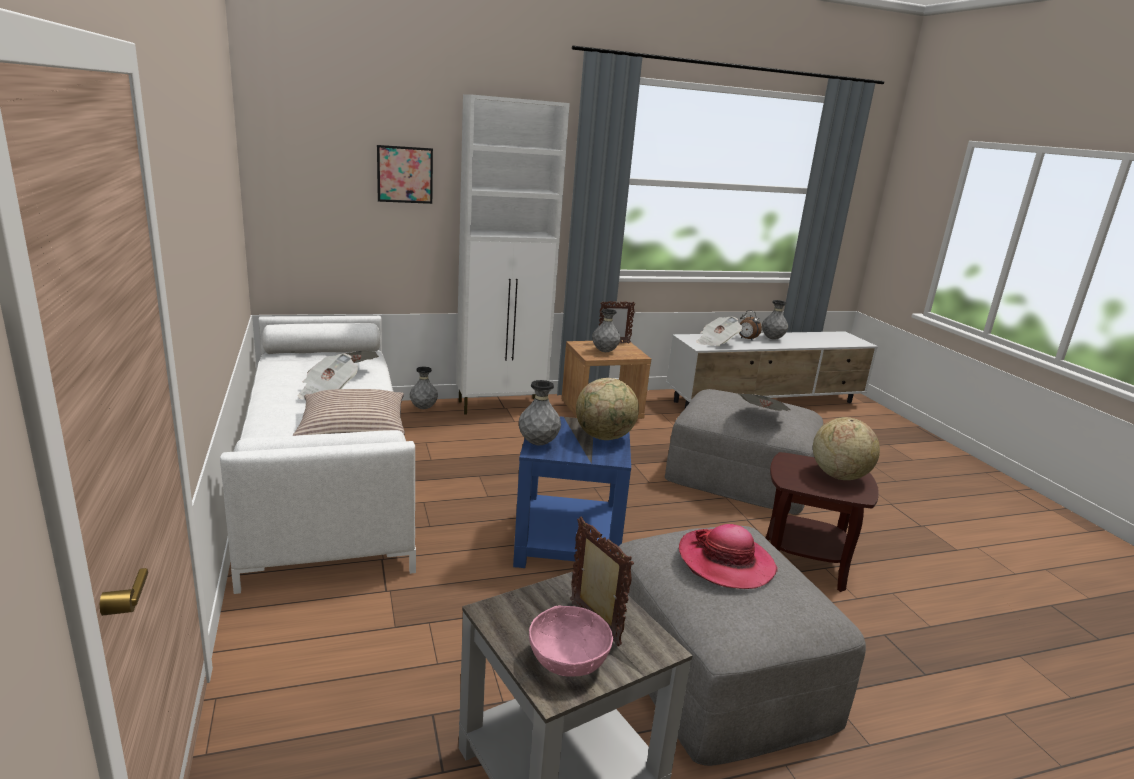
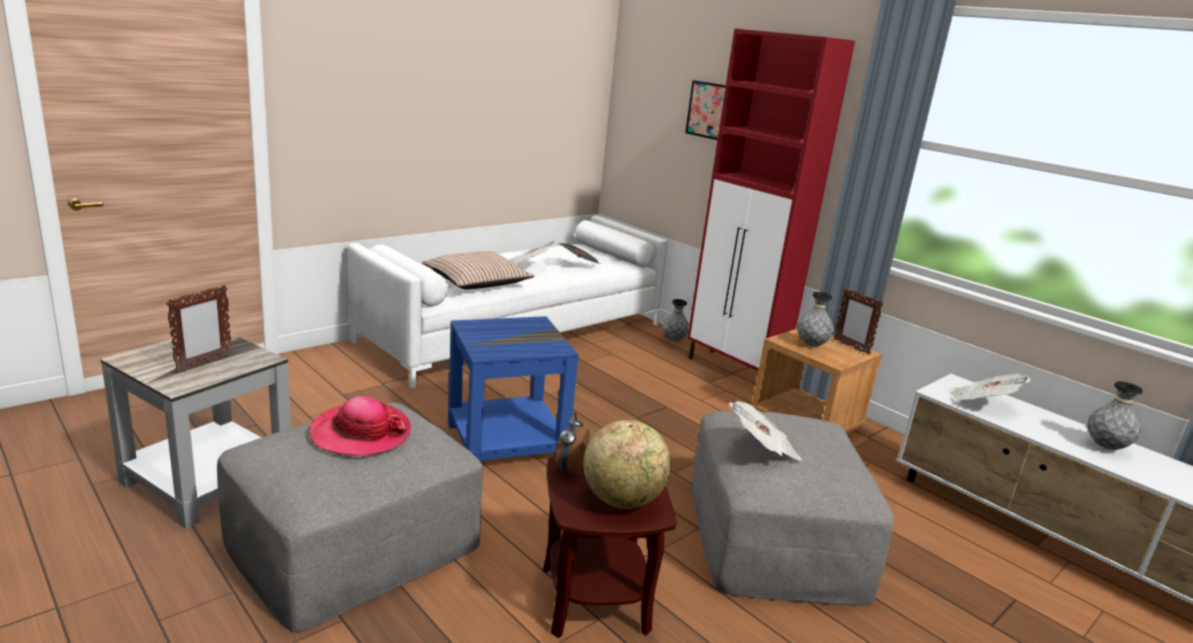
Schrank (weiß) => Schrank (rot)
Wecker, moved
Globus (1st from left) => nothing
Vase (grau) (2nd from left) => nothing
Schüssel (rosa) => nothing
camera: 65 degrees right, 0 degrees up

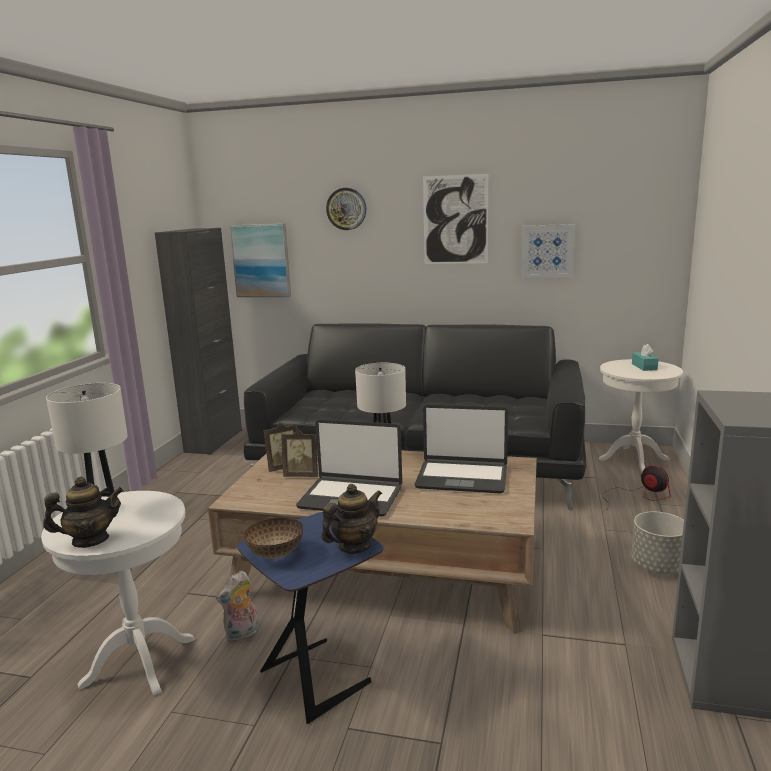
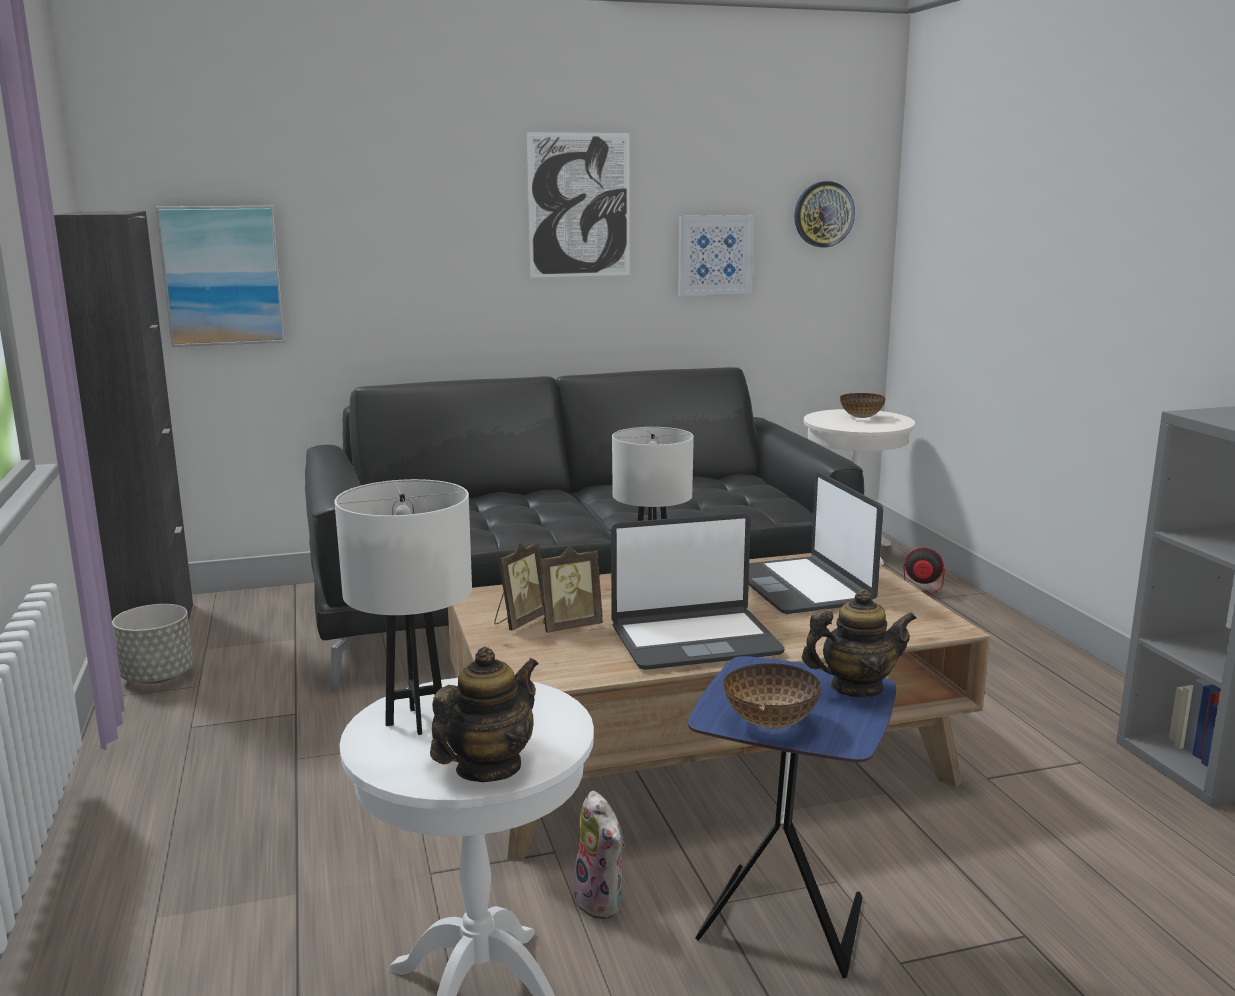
Wanduhr, moved
Taschentuchbox (türkis) => Schüssel (2nd from left)
Laptop (2nd from left), 90 degrees clockwise
Teekanne (2nd from left), 60 degrees clockwise
Pflanzkübel (grau), moved
Plüschtier, 45 degrees counterclockwise
camera: 30 degrees left, 0 degrees up

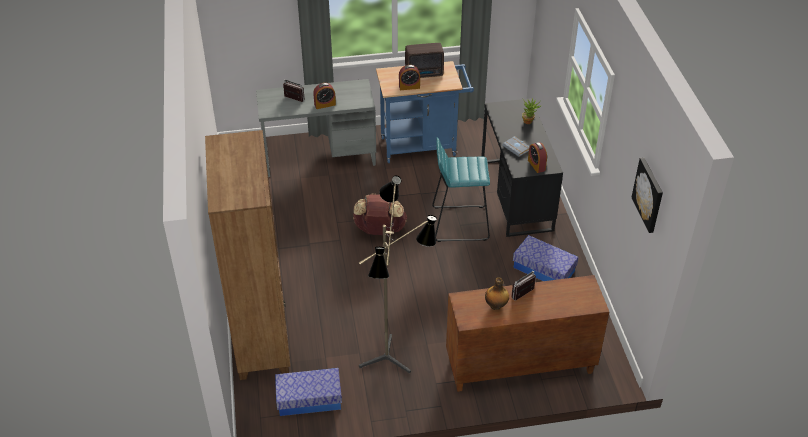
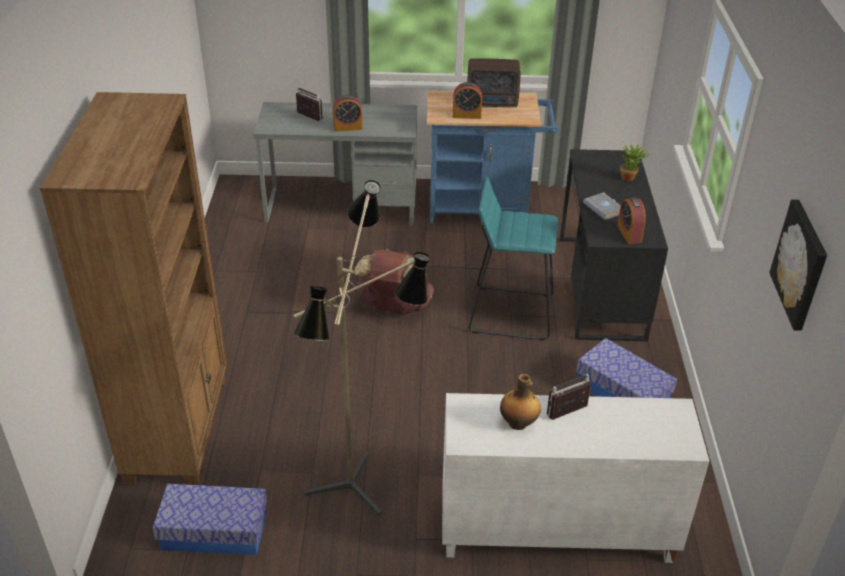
Schrank (braun) => Schrank (weiß)
camera: 10 degrees right, 5 degrees down

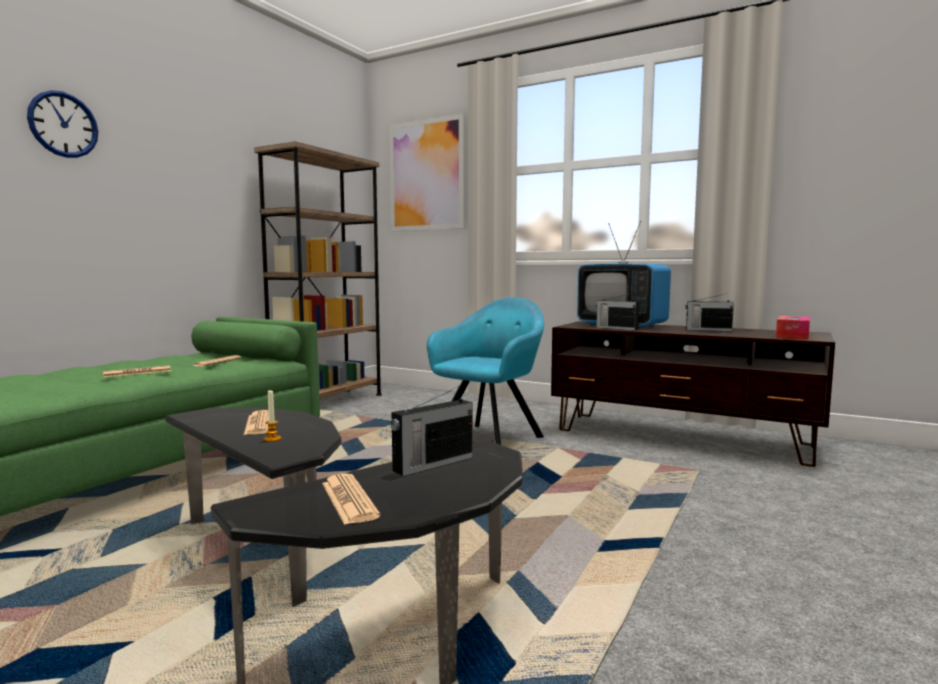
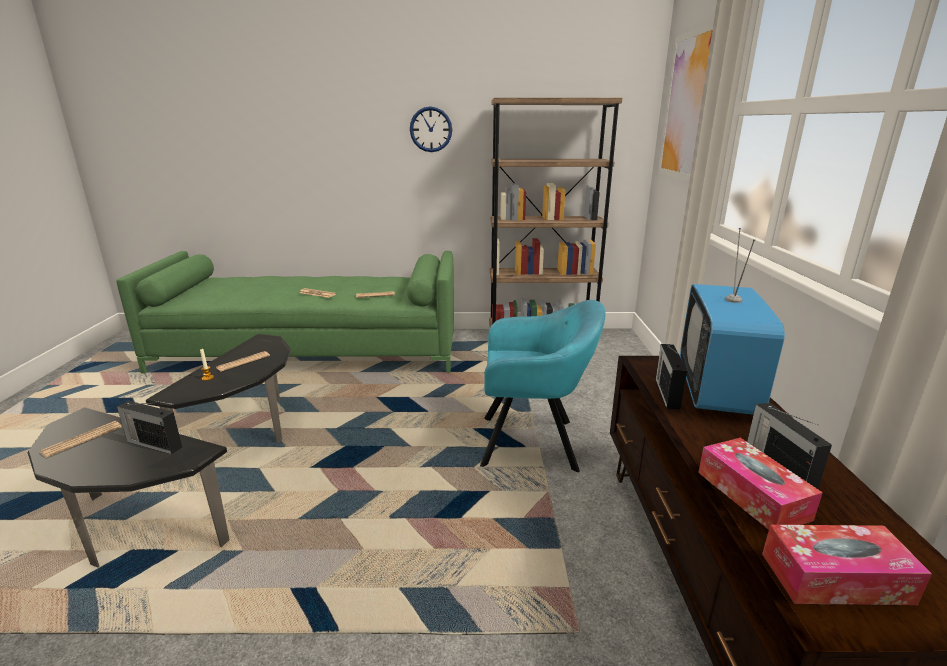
Wanduhr, moved
nothing => Taschentuchbox (1st from left)
camera: 60 degrees right, 15 degrees up

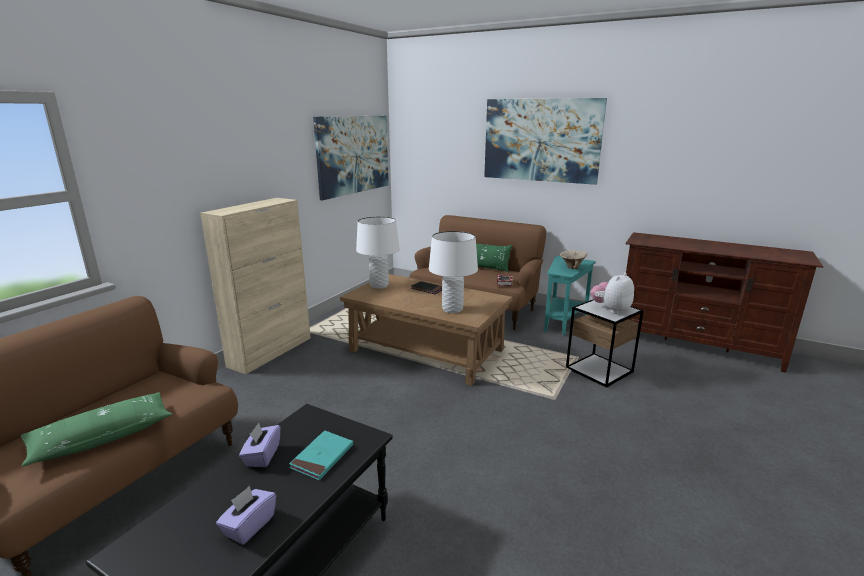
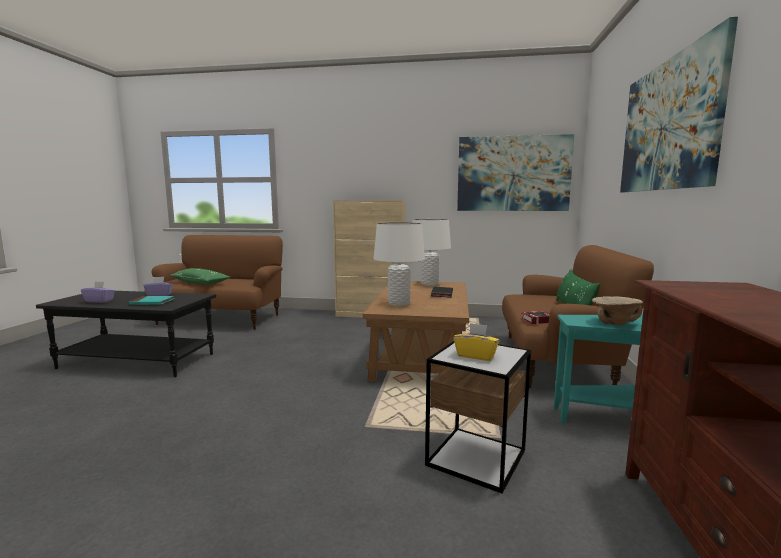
Plüschtier => Taschentuchbox (gelb)
camera: 70 degrees right, 10 degrees down

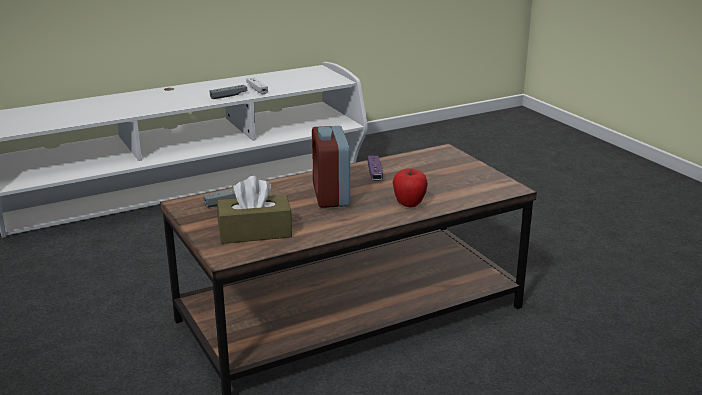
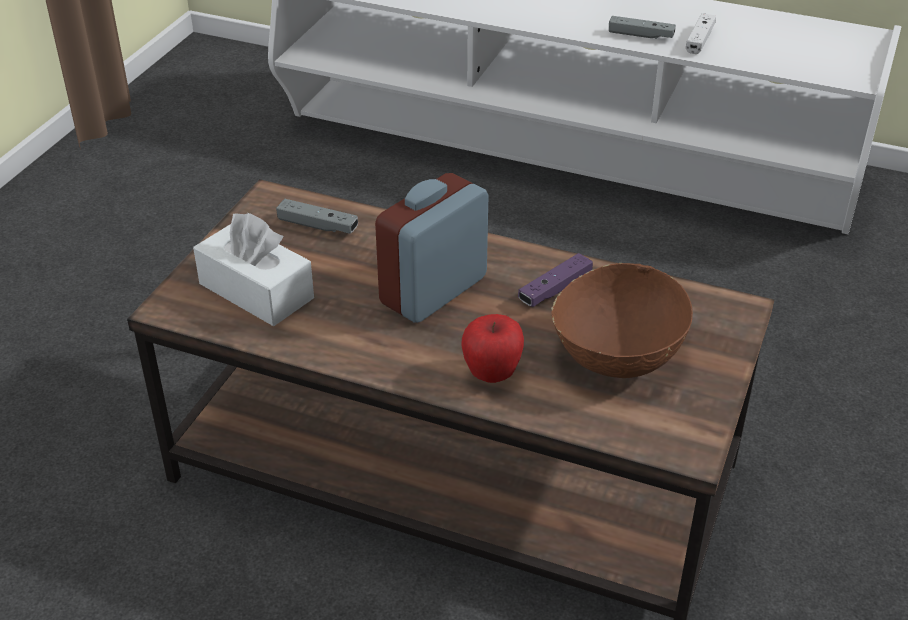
Taschentuchbox (braun) => Taschentuchbox (weiß)
nothing => Schüssel (braun)
camera: 50 degrees right, 15 degrees up

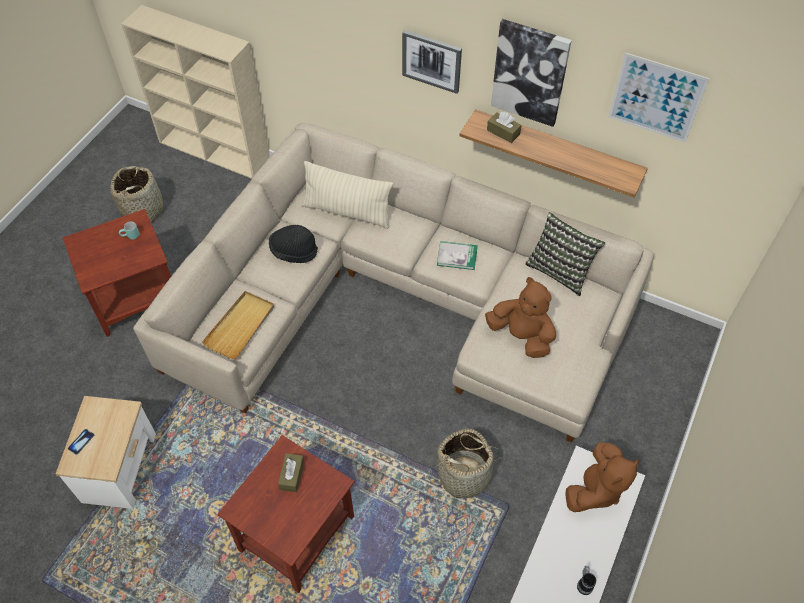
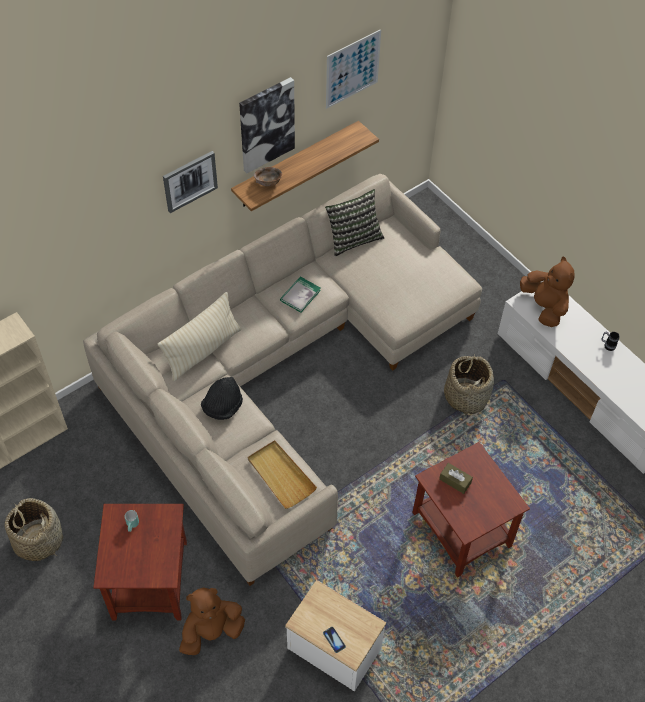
Taschentuchbox (braun) (2nd from left) => Schüssel (braun)
Plüschtier (braun) (1st from left), moved
camera: 65 degrees left, 0 degrees up

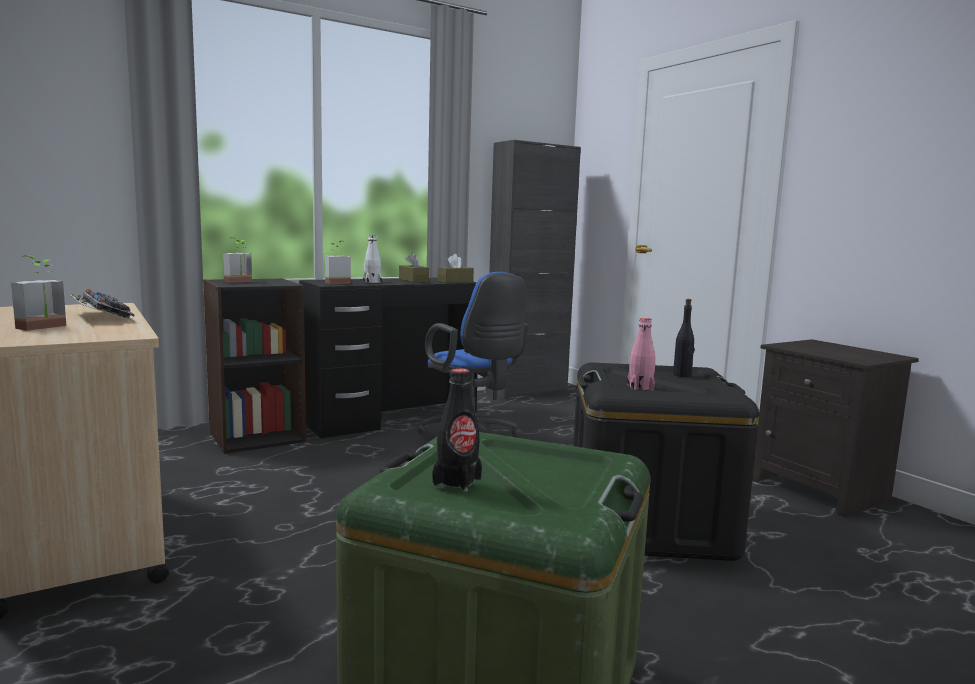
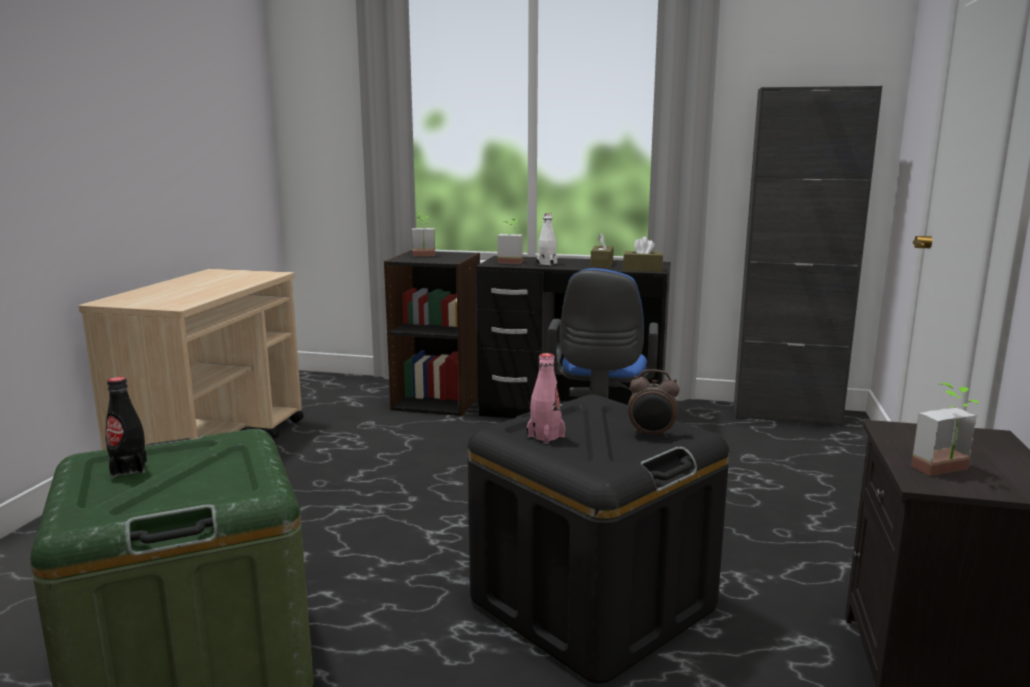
Topfpflanze (1st from left in the first image) => Topfpflanze (3rd from left), moved
Tastatur => nothing
Flasche (schwarz) (2nd from left) => Wecker
camera: 45 degrees right, 5 degrees up

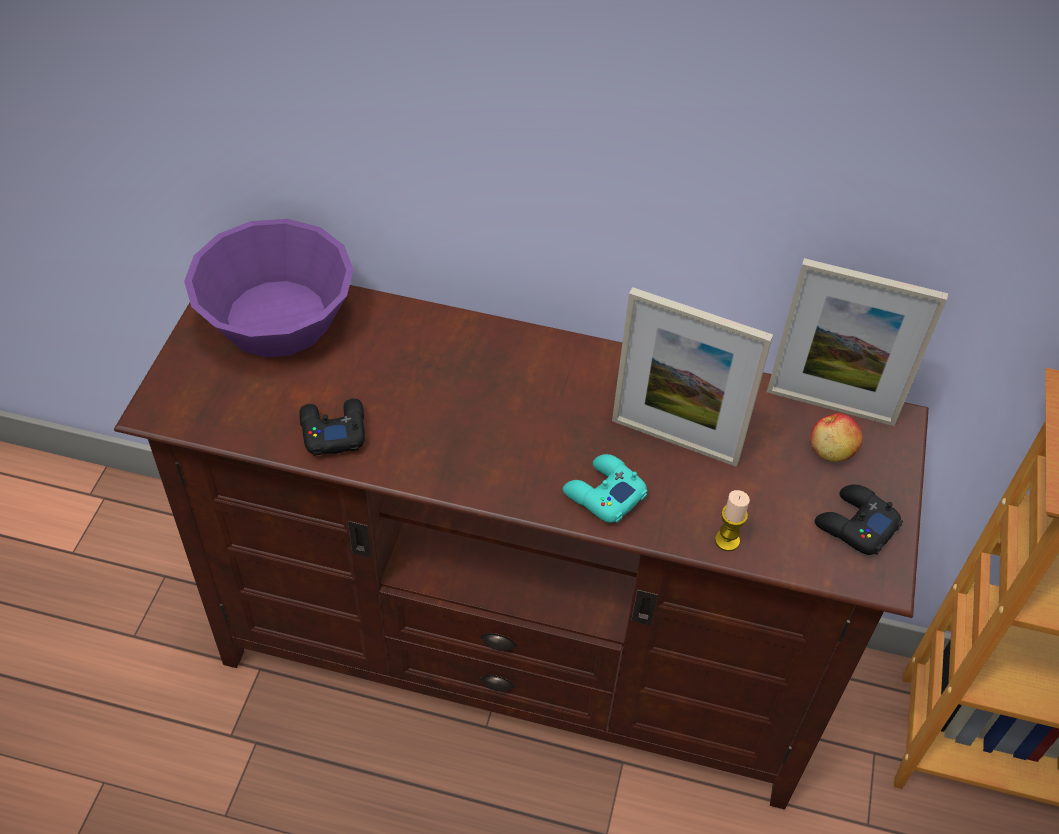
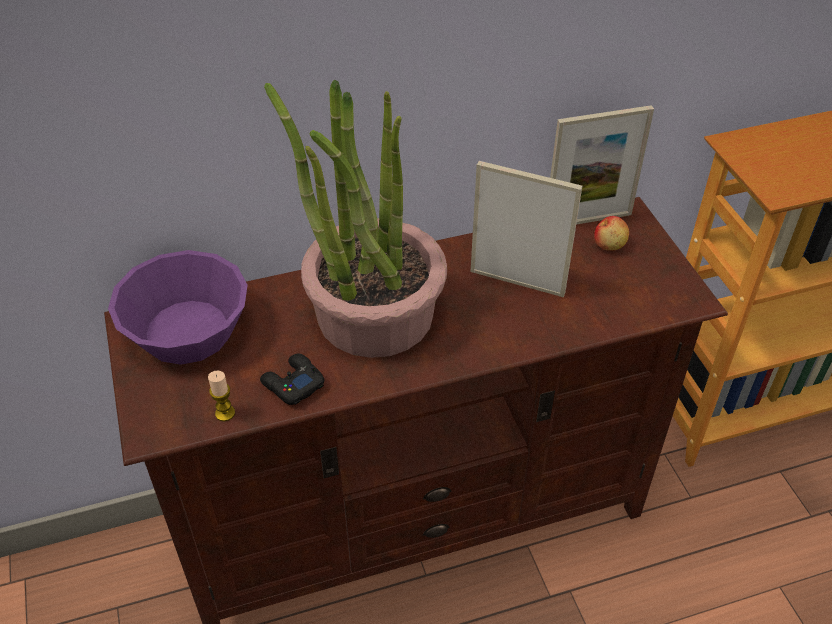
Bilderrahmen (1st from left), 150 degrees counterclockwise
Gamepad (türkis) => nothing
Gamepad (schwarz) (2nd from left) => nothing
Kerze, moved
nothing => Topfpflanze
camera: 30 degrees left, 5 degrees down

